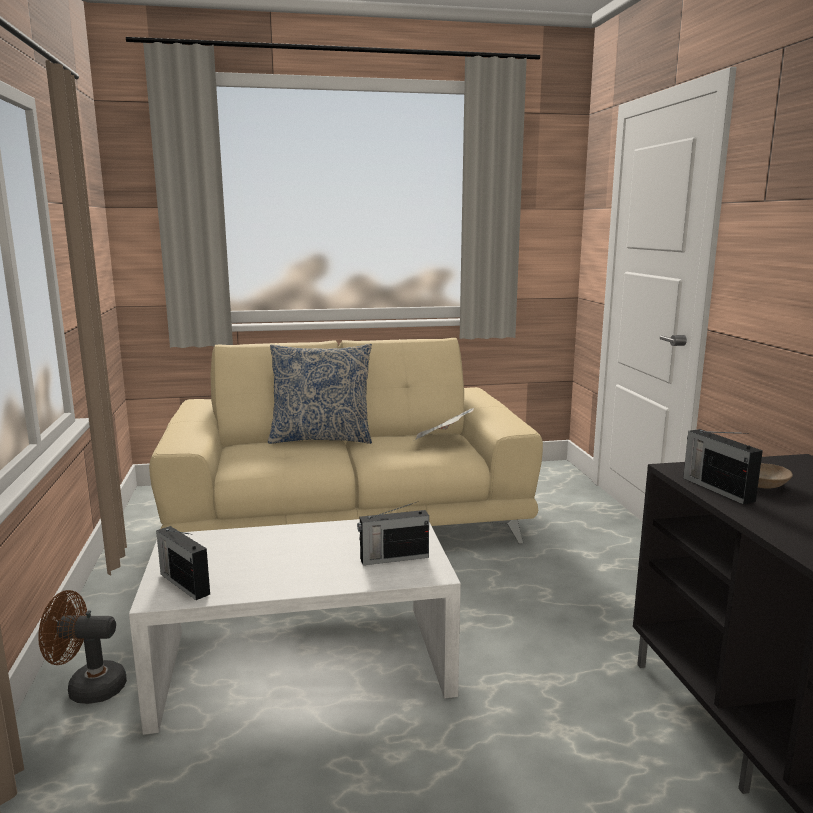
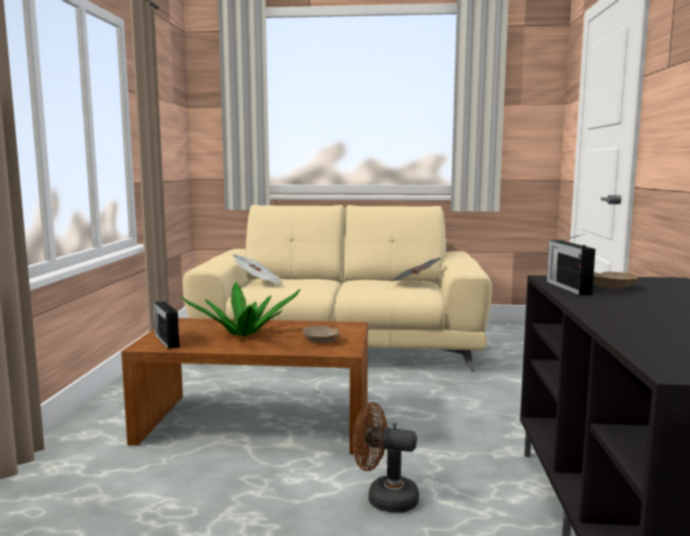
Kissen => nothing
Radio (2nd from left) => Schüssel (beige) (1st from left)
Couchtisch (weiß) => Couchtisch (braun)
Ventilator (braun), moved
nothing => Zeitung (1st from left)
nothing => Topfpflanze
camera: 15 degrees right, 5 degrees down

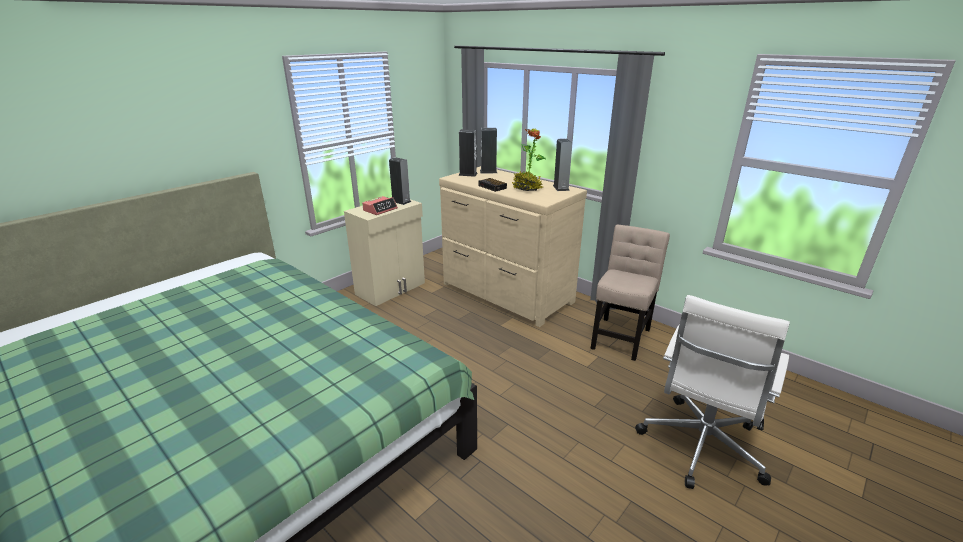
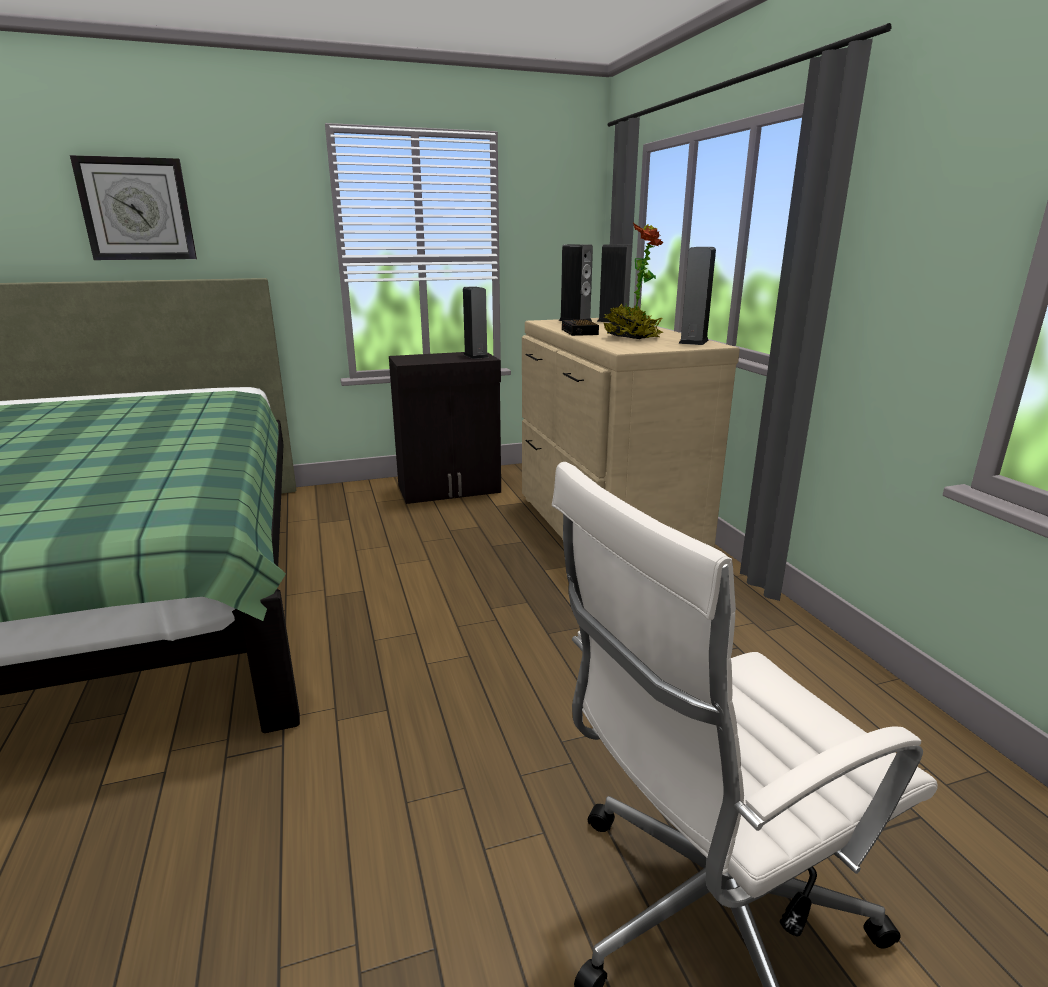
Wecker (1st from left) => nothing
Schrank (beige) => Schrank (schwarz)
Stuhl (beige) => nothing
nothing => Wanduhr
camera: 30 degrees right, 5 degrees down

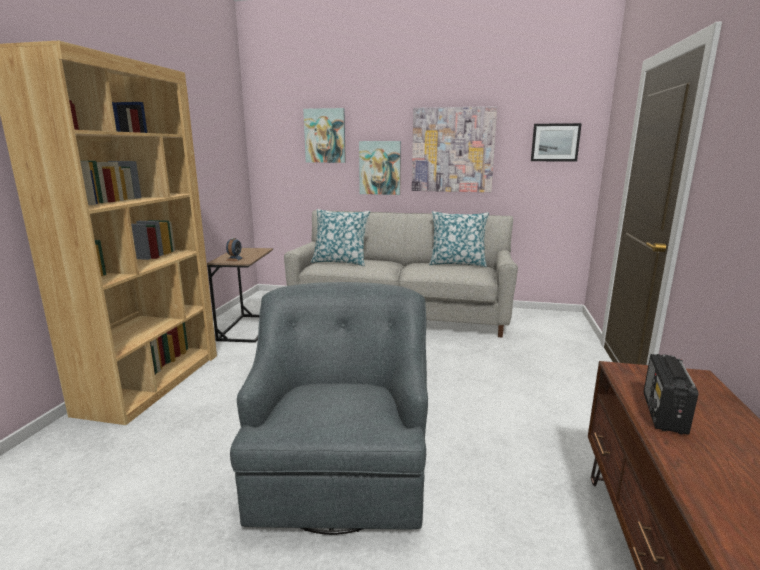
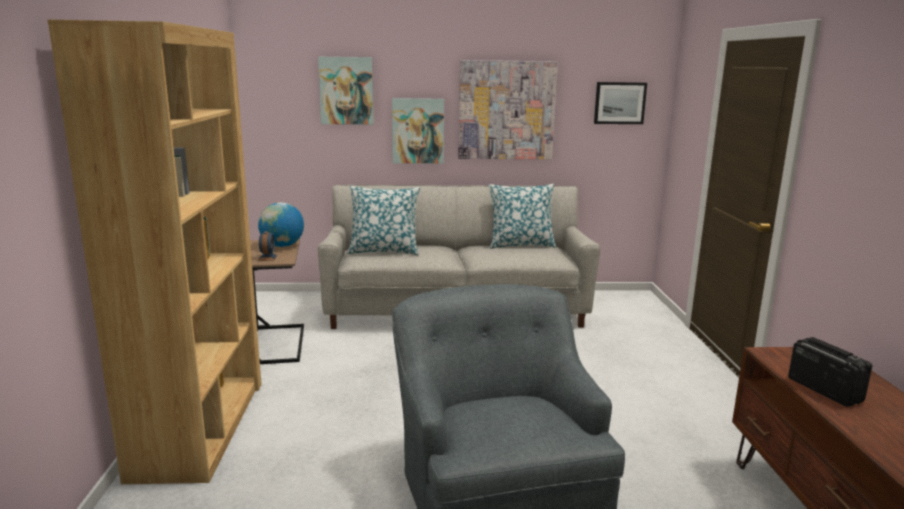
Radio, 150 degrees clockwise
nothing => Globus
camera: 15 degrees left, 0 degrees up

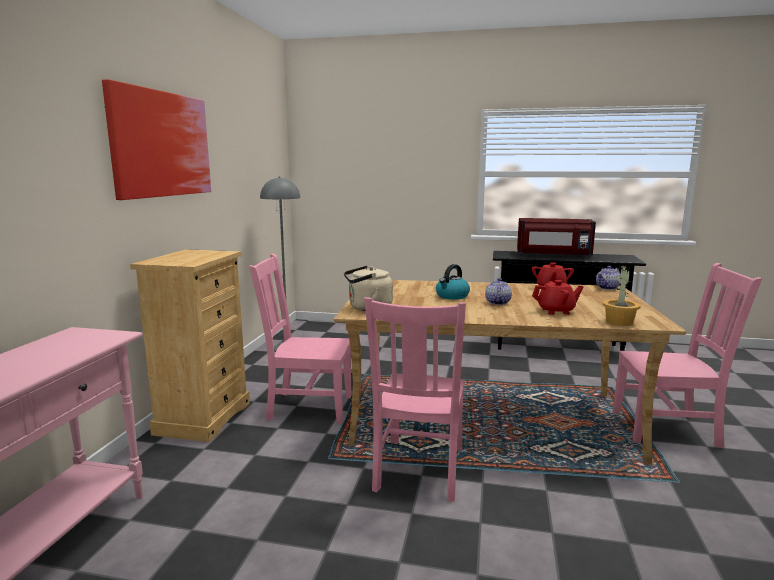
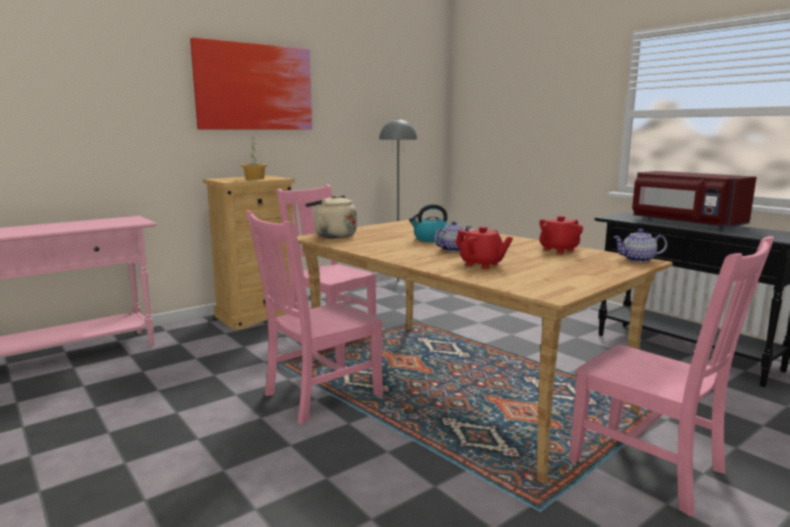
Topfpflanze, moved
camera: 40 degrees right, 0 degrees up

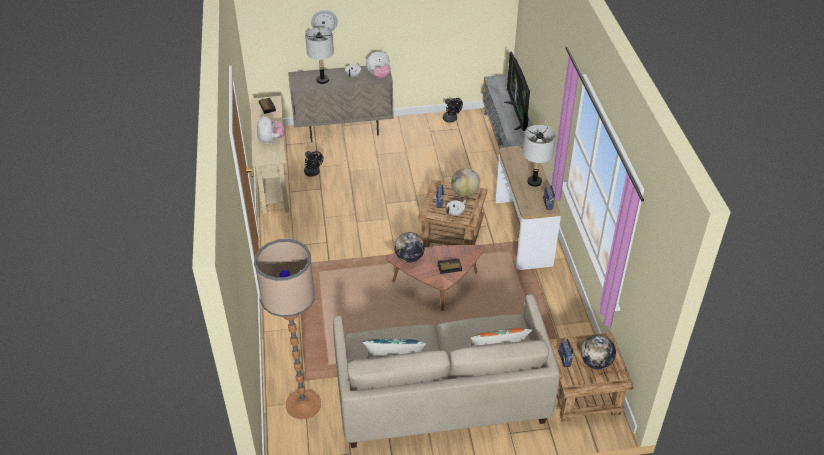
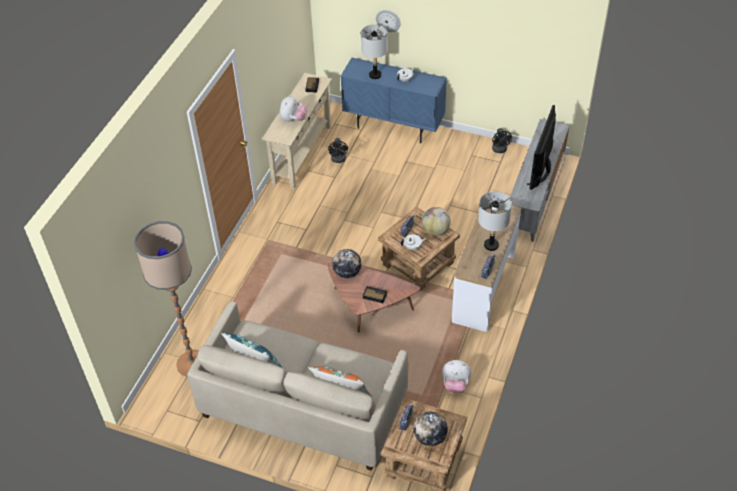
Plüschtier (2nd from left), moved
Schrank (beige) => Schrank (blau)
camera: 30 degrees right, 5 degrees up

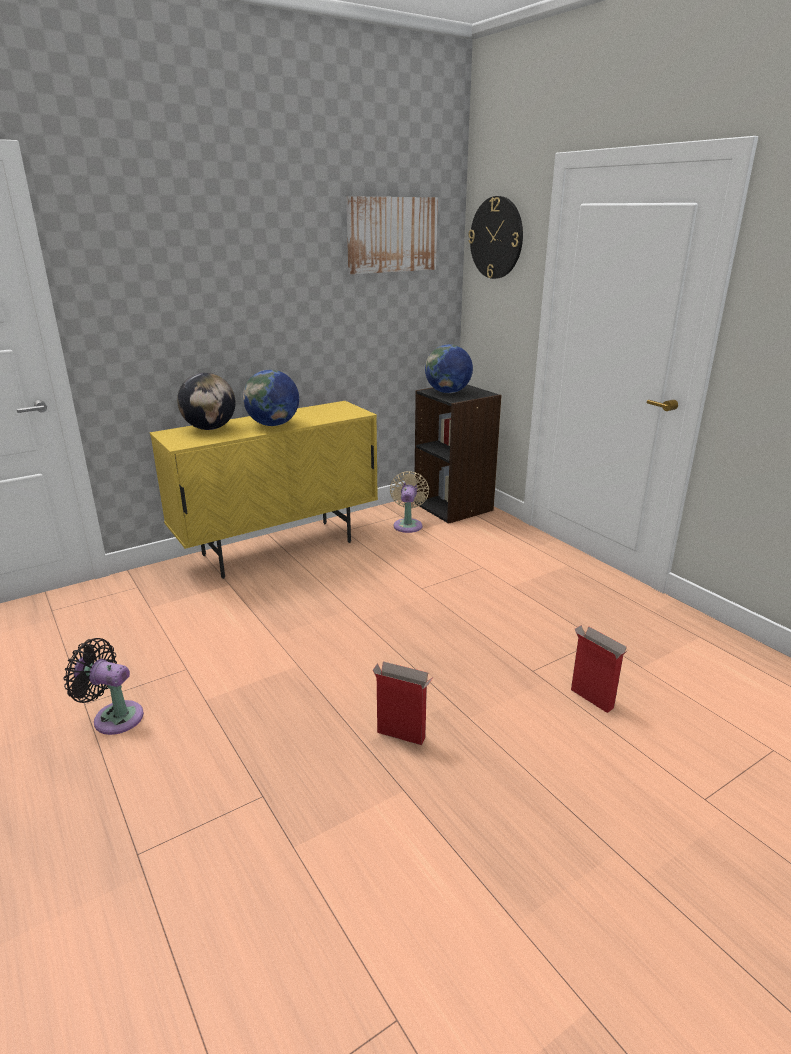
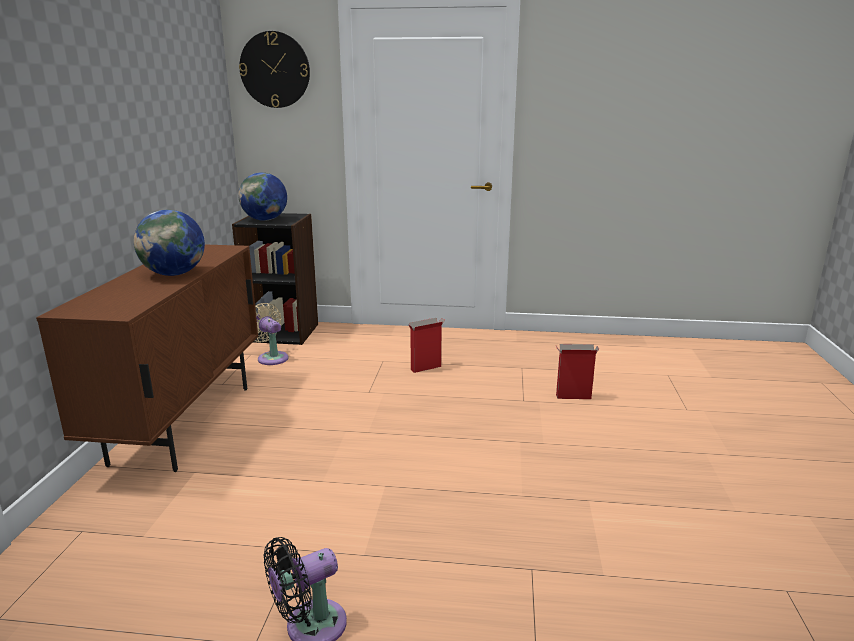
Bild => nothing
Globus (1st from left) => nothing
Schrank (gelb) => Schrank (braun)
Karton (1st from left), moved
camera: 50 degrees left, 5 degrees down

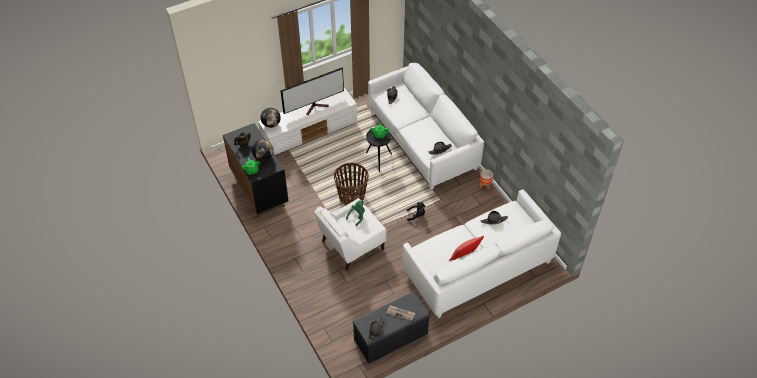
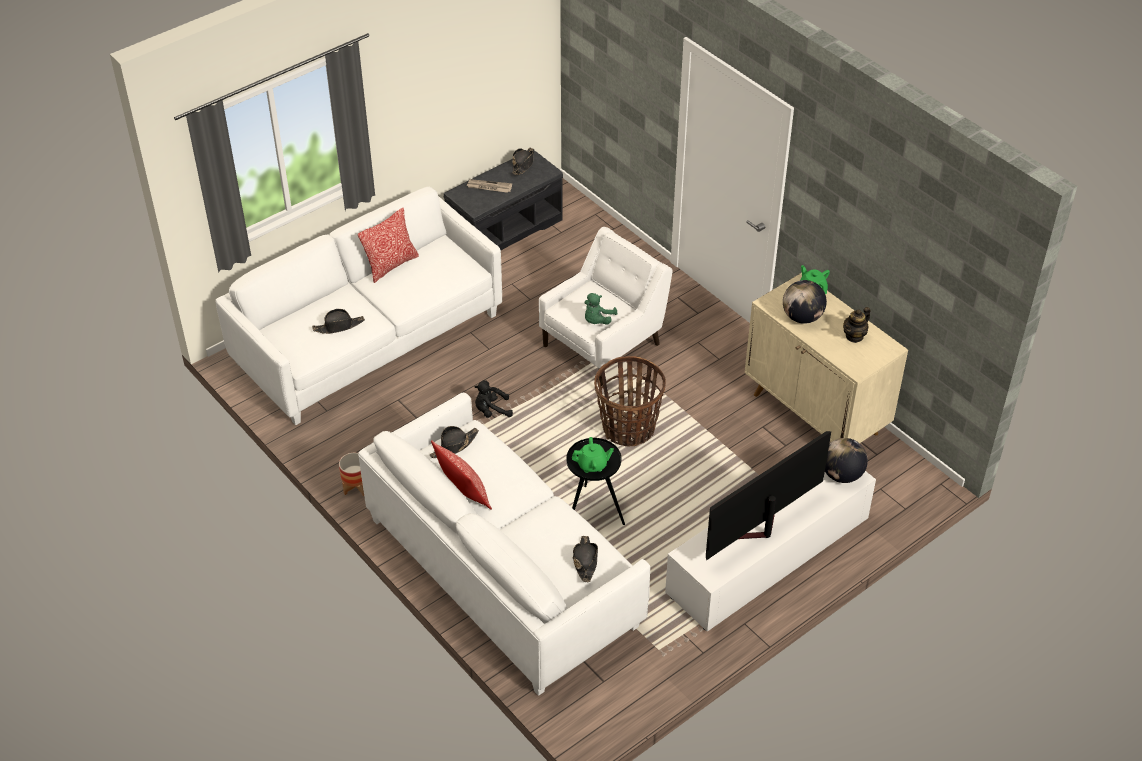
Schrank (schwarz) => Schrank (beige)
nothing => Kissen (2nd from left)
camera: 170 degrees right, 5 degrees down

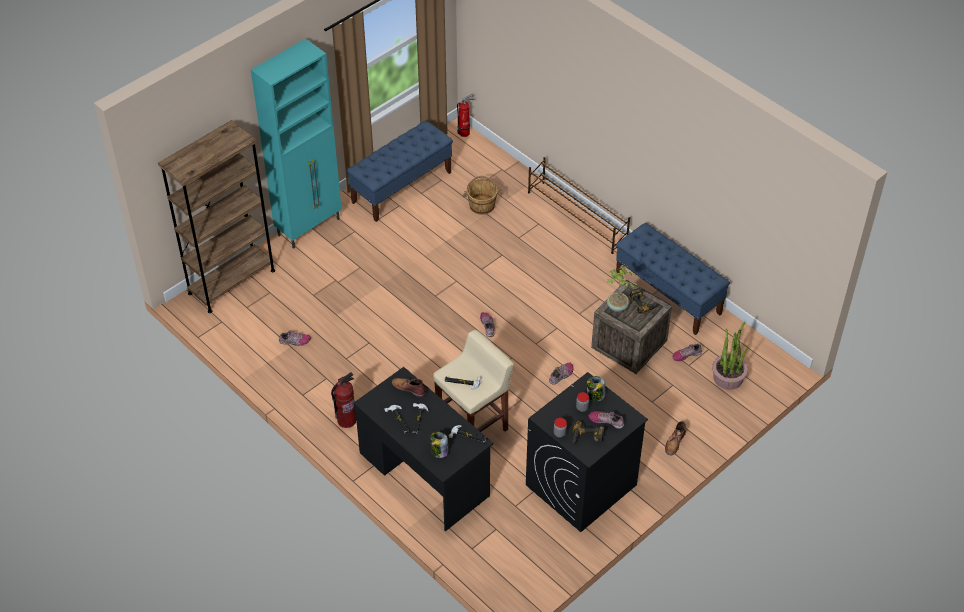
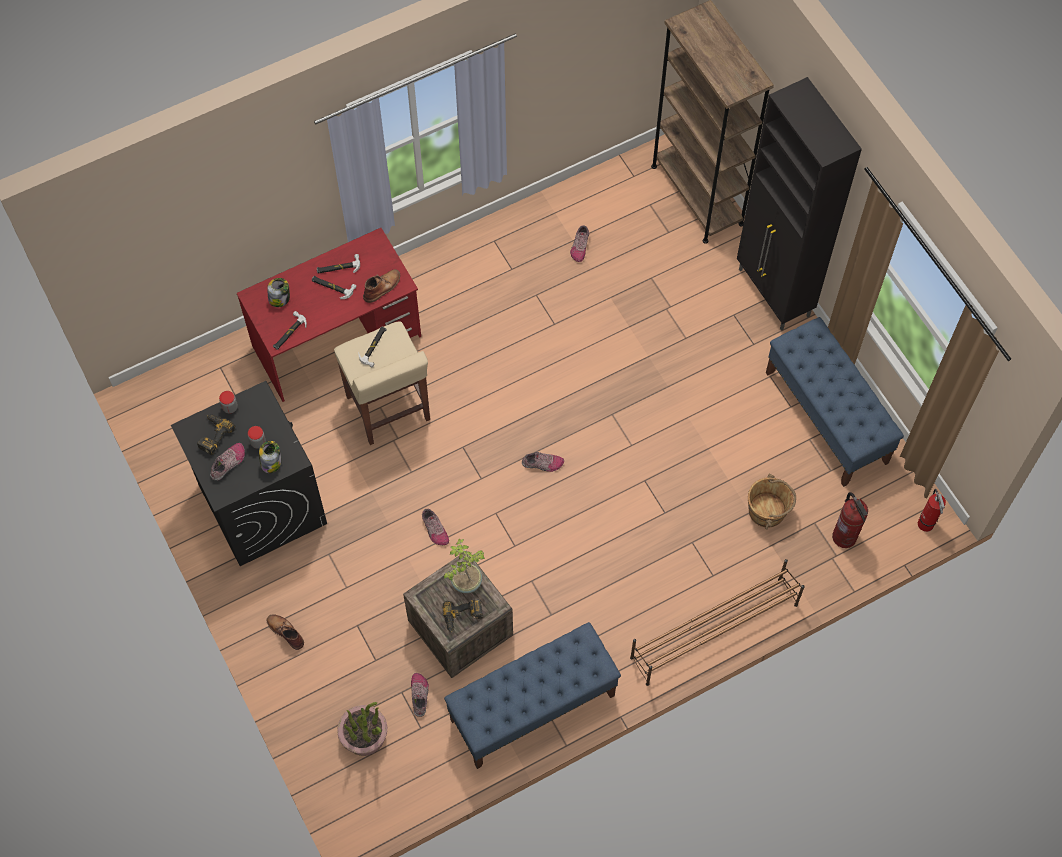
Schrank (türkis) => Schrank (schwarz)
Schreibtisch (schwarz) => Schreibtisch (rot)
Feuerlöscher (1st from left), moved
camera: 105 degrees right, 15 degrees up

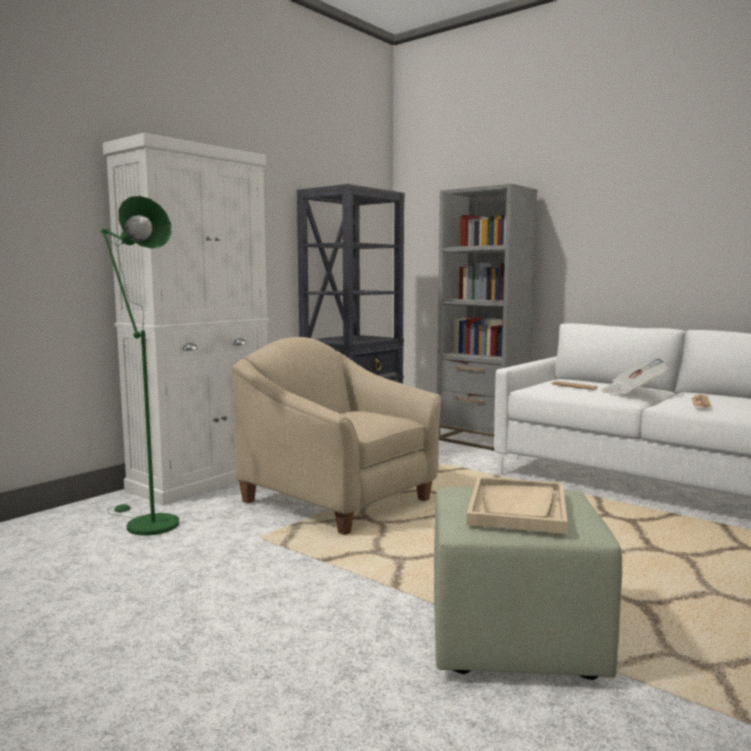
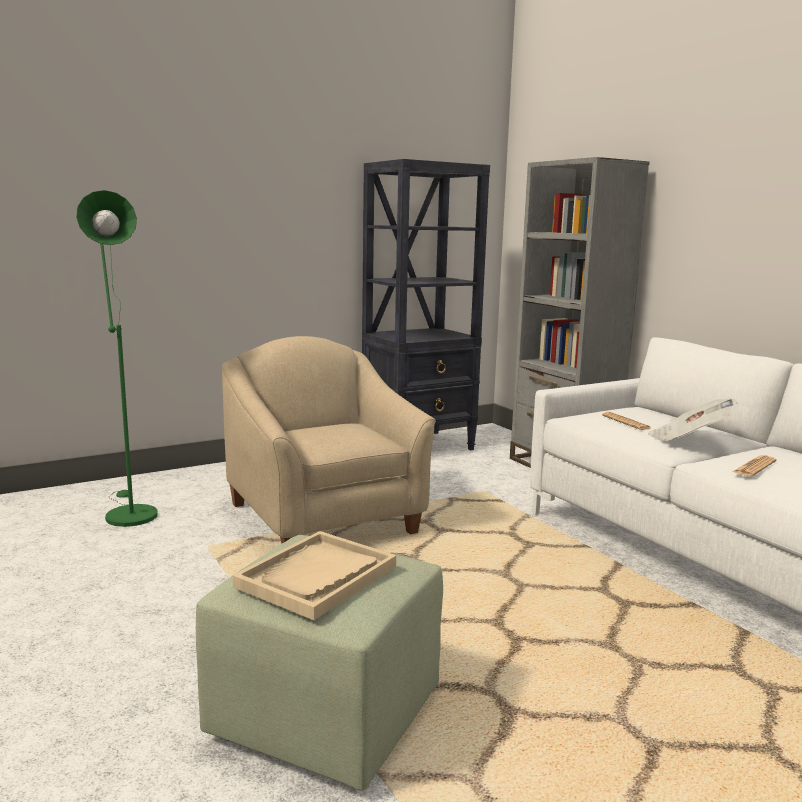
Schrank (weiß) => nothing
camera: 20 degrees right, 5 degrees up

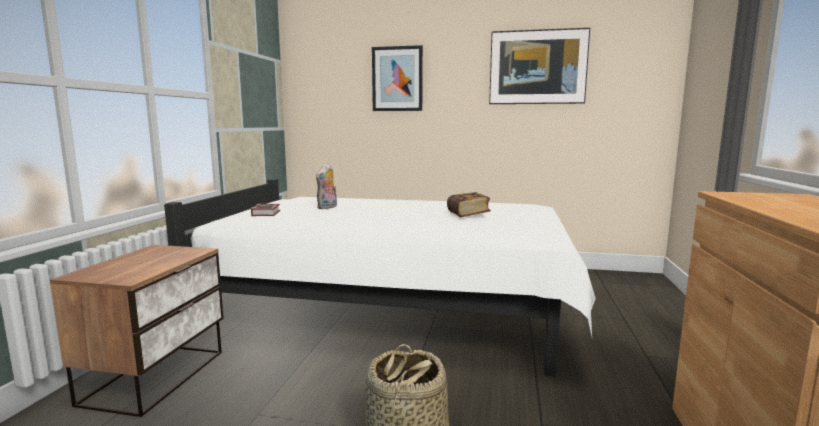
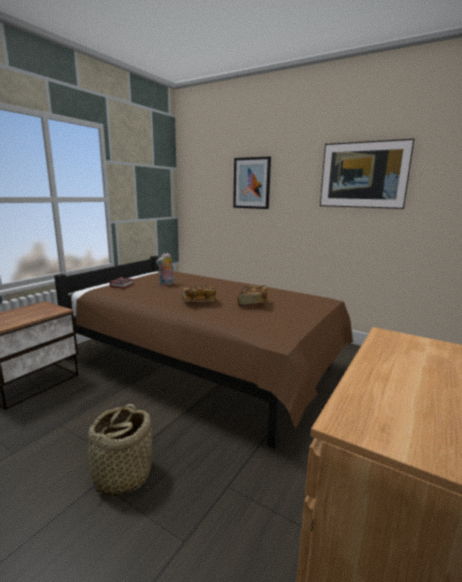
Bett (weiß) => Bett (braun)
nothing => Buch (2nd from left)
camera: 20 degrees right, 5 degrees up

